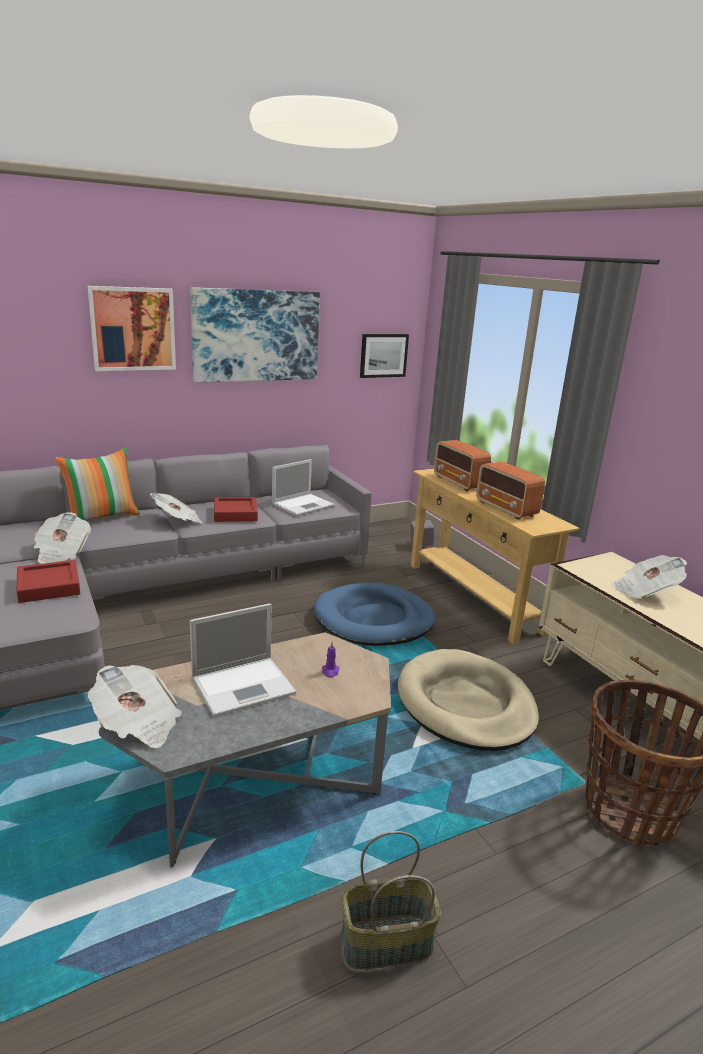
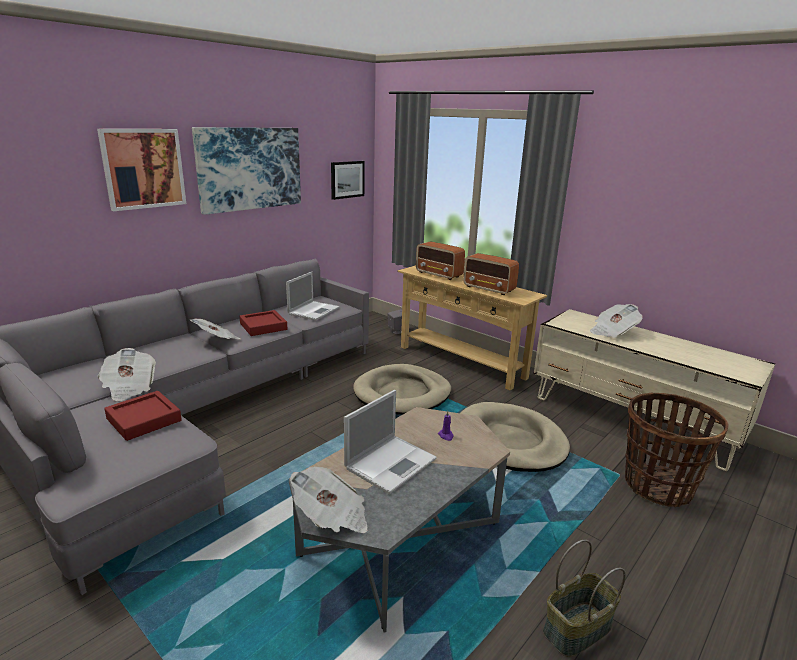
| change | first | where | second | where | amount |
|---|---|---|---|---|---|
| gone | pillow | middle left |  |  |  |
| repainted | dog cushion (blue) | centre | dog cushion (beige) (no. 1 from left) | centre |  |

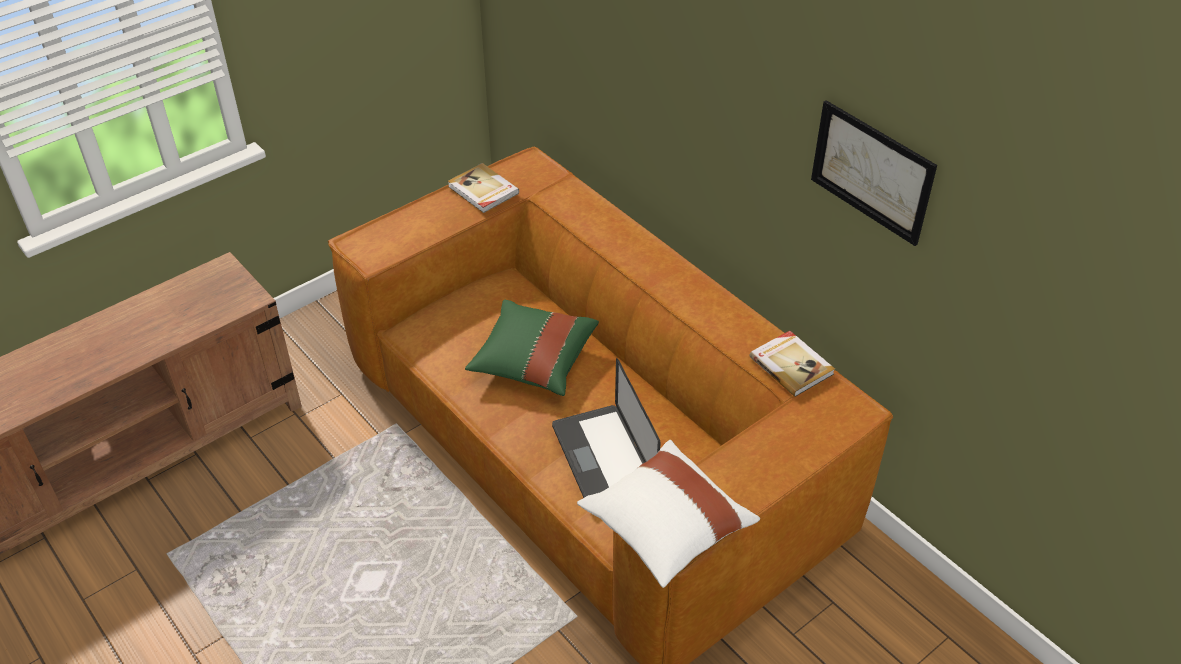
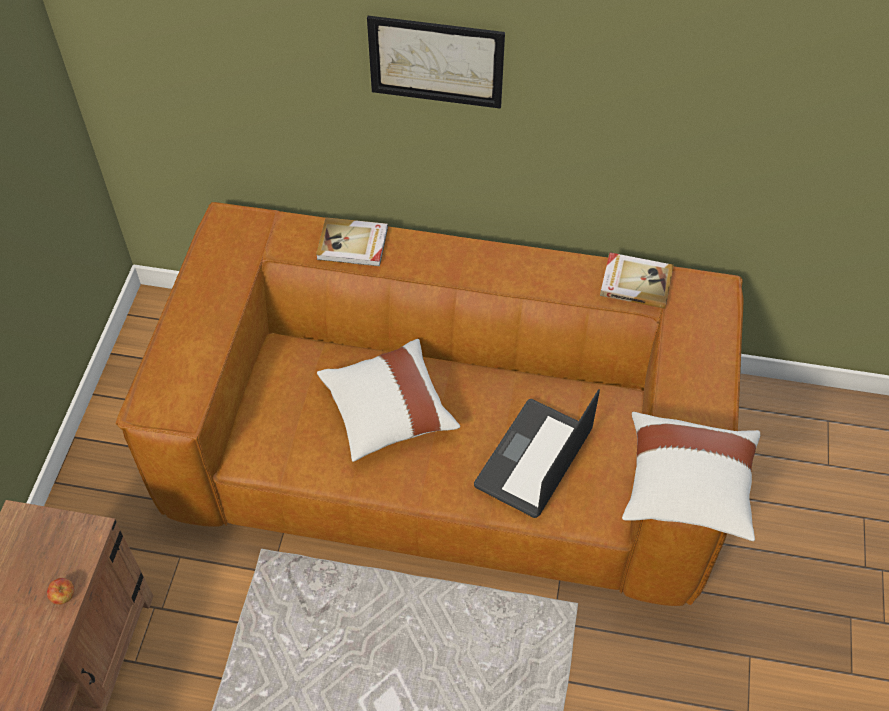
| change | first | where | second | where | amount |
|---|---|---|---|---|---|
| shifted | book (no. 1 from left) | top centre |  | centre |  |
| repainted | pillow (greenish) | centre | pillow (white-coloured) (no. 1 from left) | centre |  |
| rotated | laptop | centre |  | centre | 90 degrees clockwise |
| shifted | picture | top right |  | top centre |  |
| new |  |  | whole apple | bottom left |  |

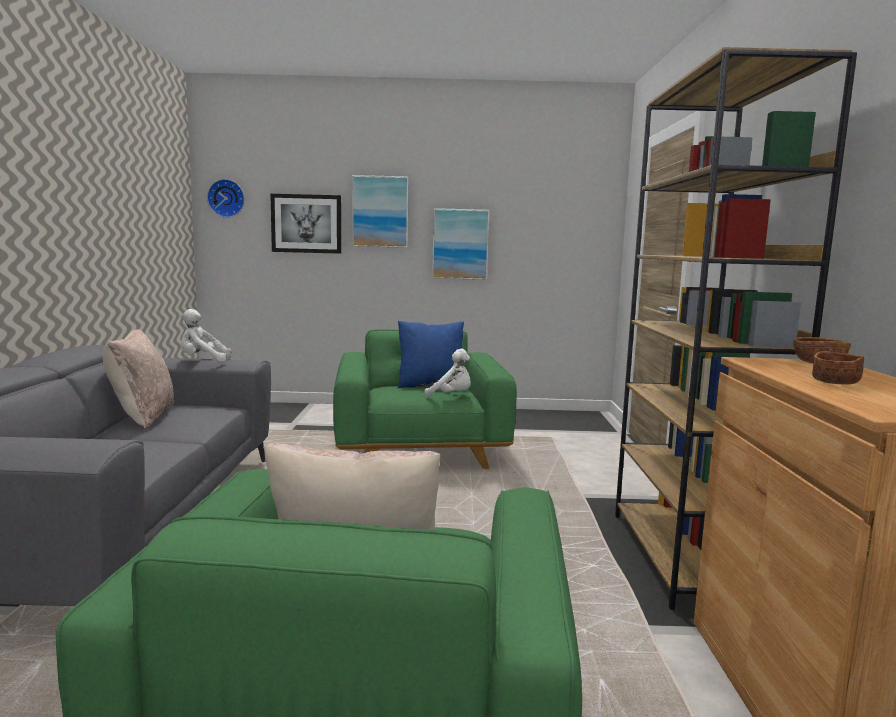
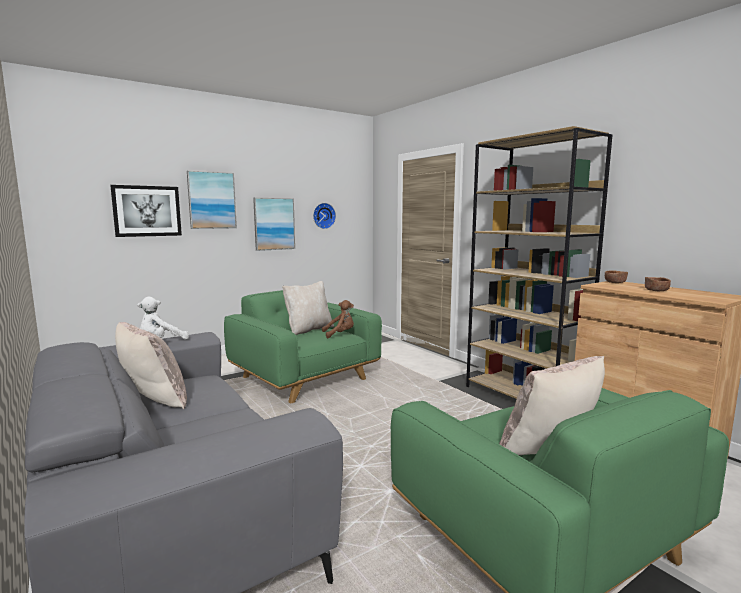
| change | first | where | second | where | amount |
|---|---|---|---|---|---|
| shifted | hanging clock | top left |  | centre |  |
| repainted | pillow (blue) | centre | pillow (beige) (no. 2 from left) | centre |  |
| repainted | cuddly toy (white-coloured) (no. 2 from left) | centre | cuddly toy (brownish) | centre |  |

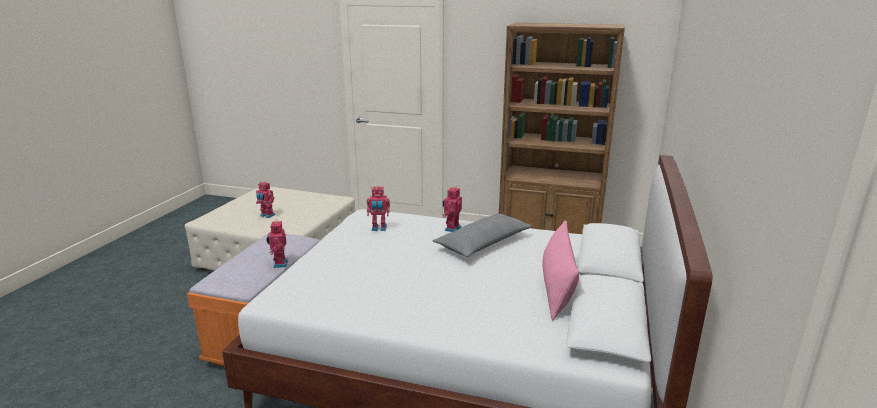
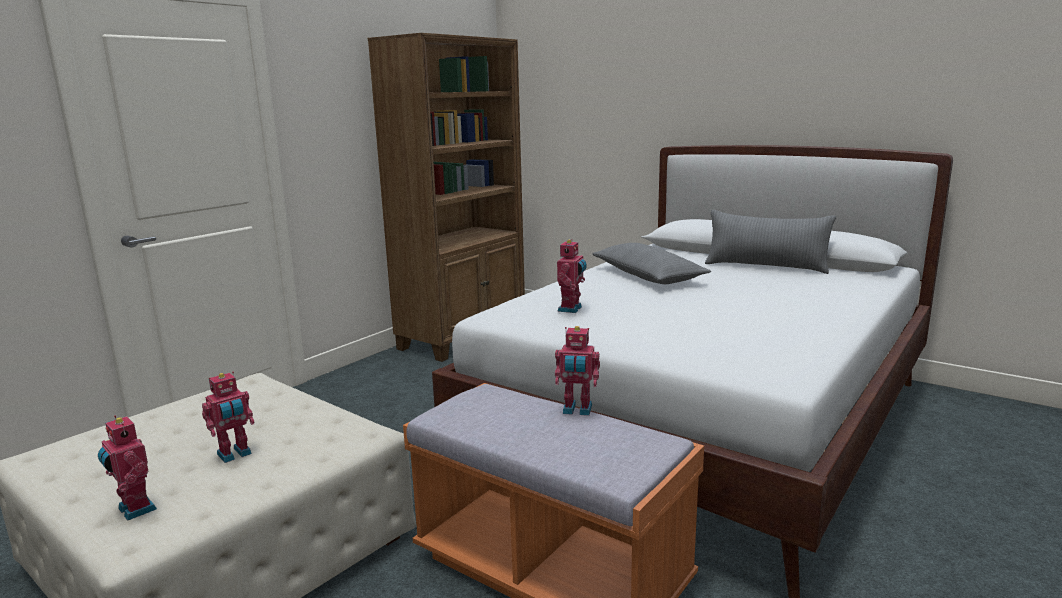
| change | first | where | second | where | amount |
|---|---|---|---|---|---|
| shifted | robot figure (no. 4 from left in the first image) | centre | robot figure (no. 1 from left) | bottom left |  |
| repainted | pillow (pink-coloured) | centre | pillow (greyish) (no. 2 from left) | middle right |  |

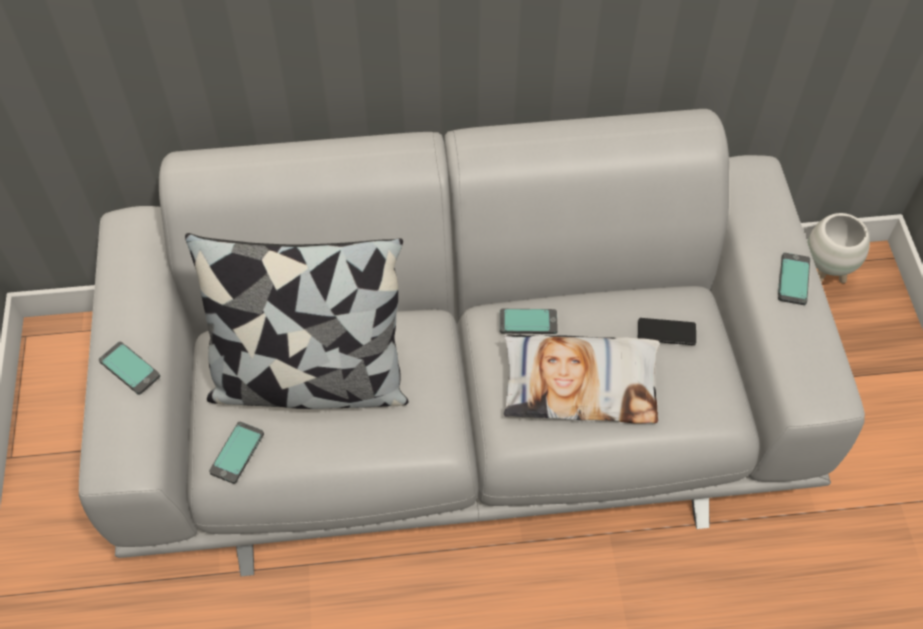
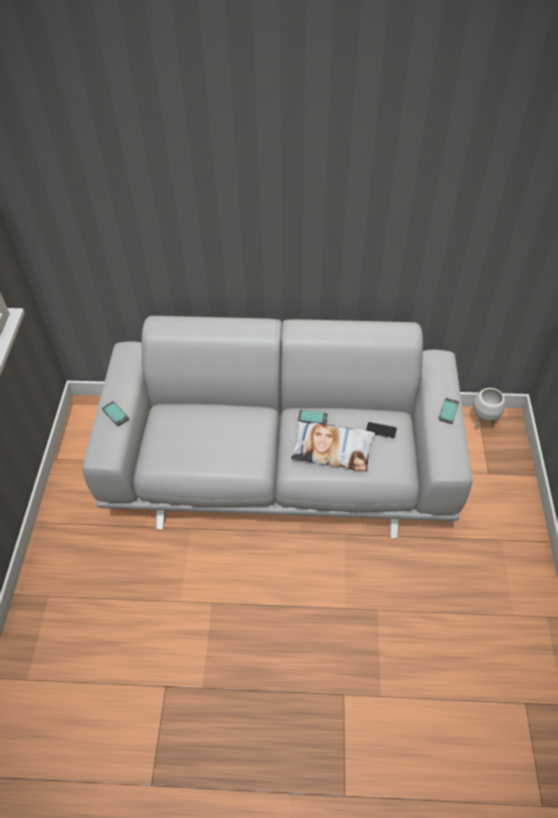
| change | first | where | second | where | amount |
|---|---|---|---|---|---|
| gone | pillow (no. 1 from left) | middle left |  |  |  |
| gone | phone (no. 2 from left) | bottom left |  |  |  |

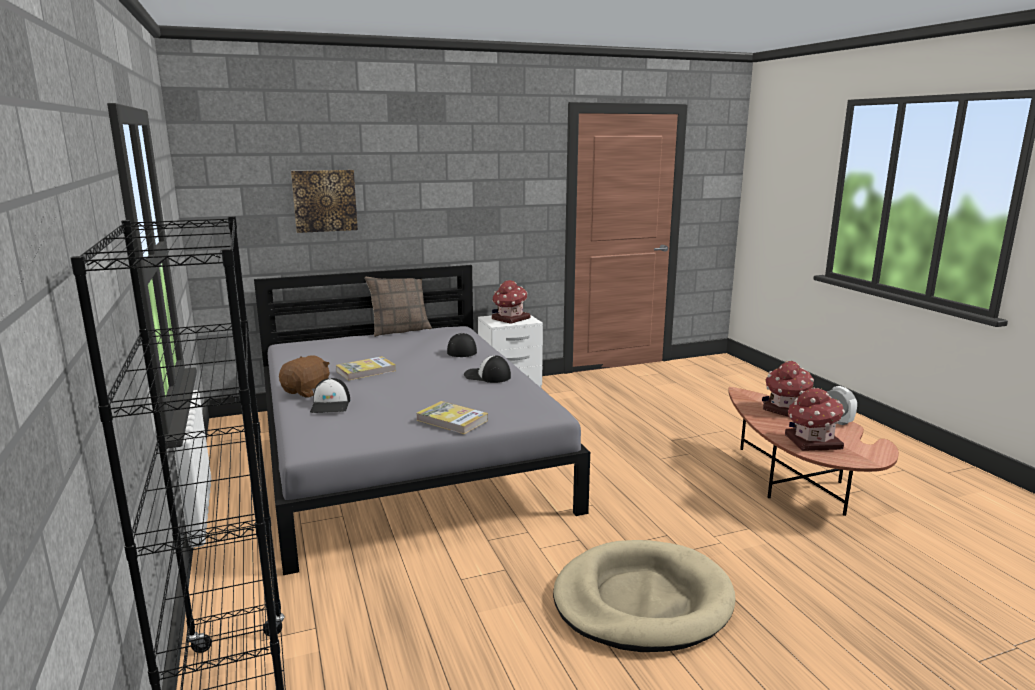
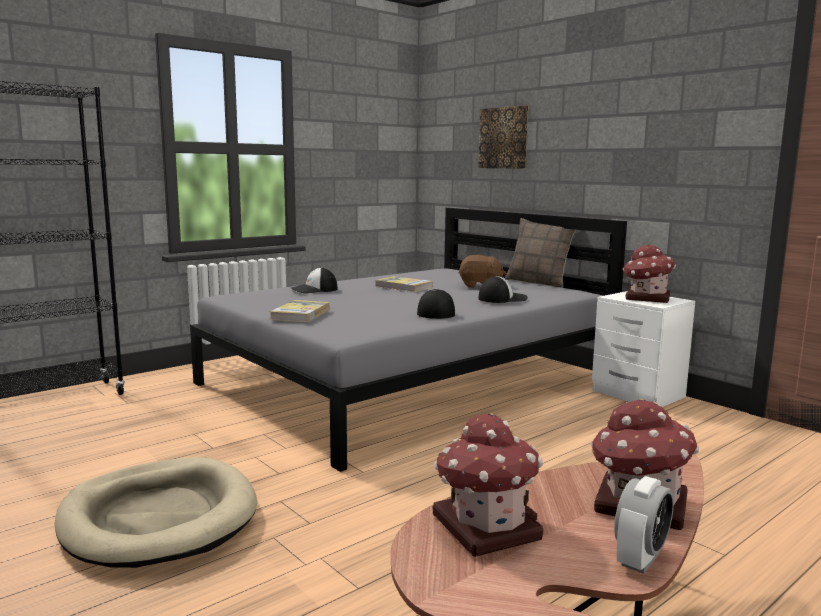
| change | first | where | second | where | amount |
|---|---|---|---|---|---|
| shifted | cuddly toy (brownish) | middle left |  | centre |  |

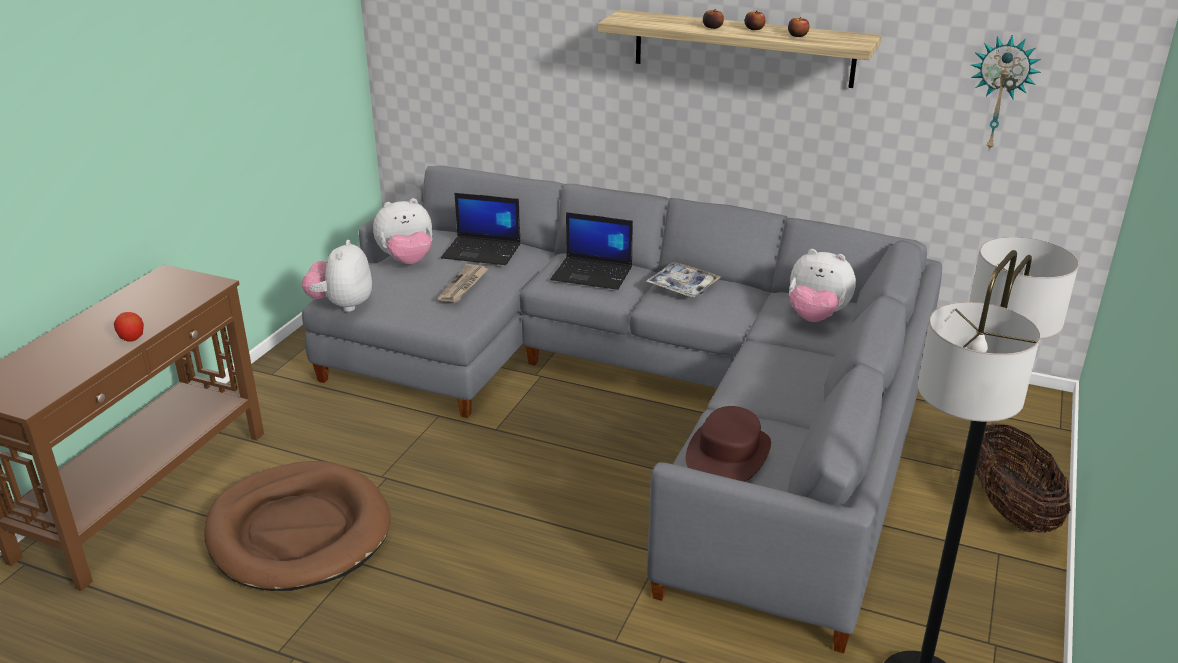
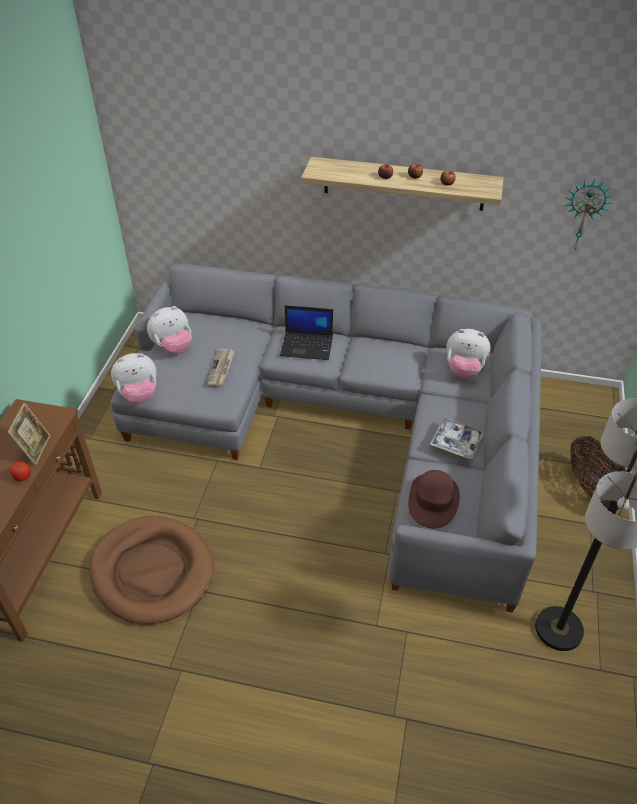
| change | first | where | second | where | amount |
|---|---|---|---|---|---|
| rotated | cuddly toy (no. 1 from left) | middle left |  | middle left | 105 degrees counterclockwise |
| gone | laptop (no. 1 from left) | centre |  |  |  |
| shifted | carrying tray | centre |  | middle right |  |
| new |  |  | standing frame | middle left |  |

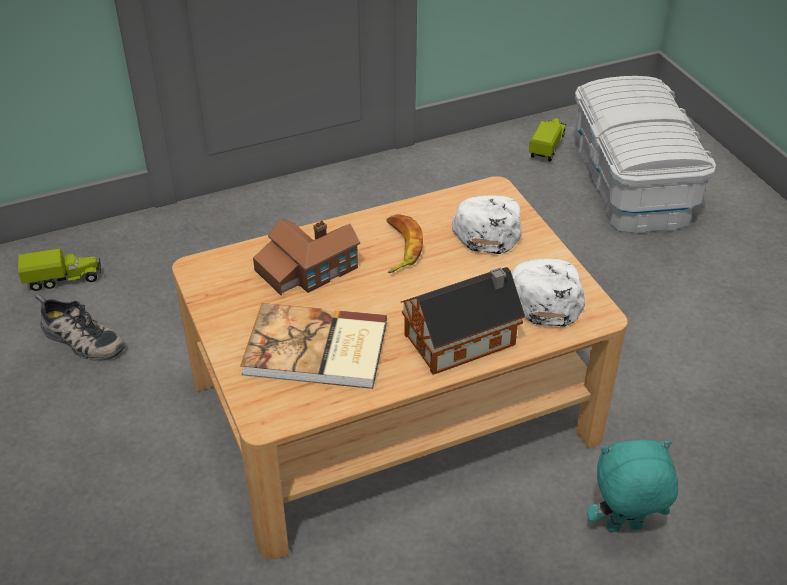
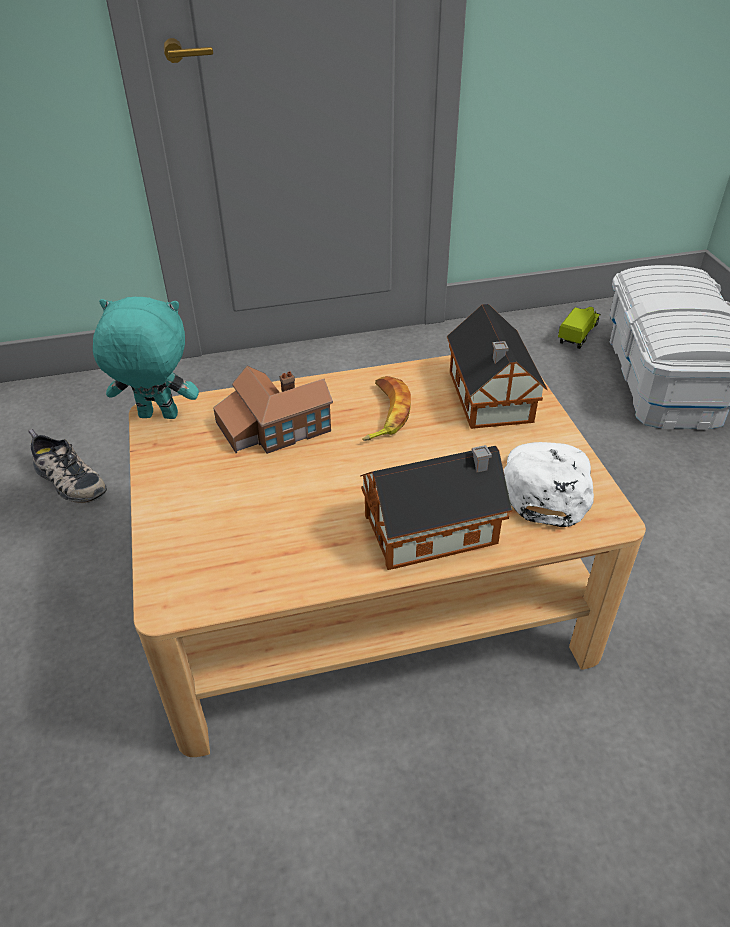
| change | first | where | second | where | amount |
|---|---|---|---|---|---|
| gone | toy truck (no. 1 from left) | middle left |  |  |  |
| gone | book | centre |  |  |  |
| swapped | cap (white-coloured) (no. 1 from left) | centre | miniature house (no. 3 from left) | middle right |  |
| shifted | cuddly toy (turquoise-coloured) | bottom right |  | middle left |  |

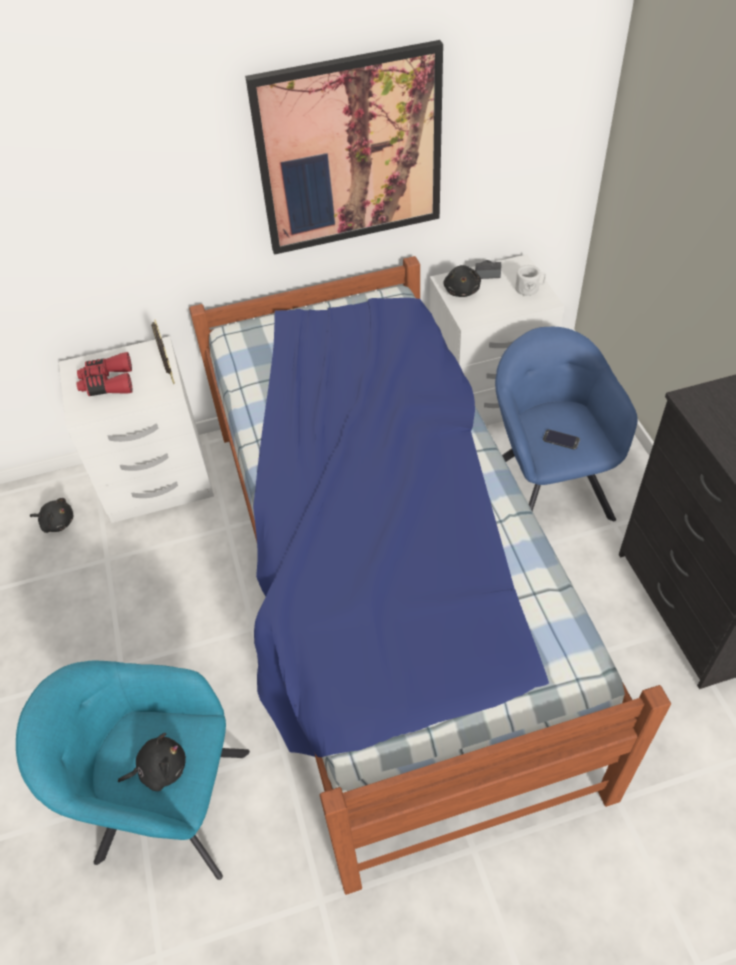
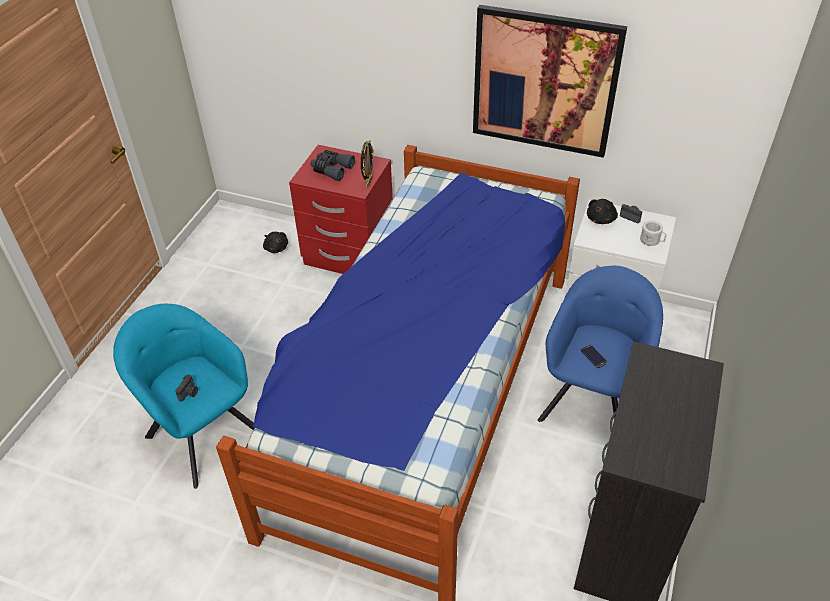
| change | first | where | second | where | amount |
|---|---|---|---|---|---|
| repainted | nightstand (white-coloured) (no. 1 from left) | middle left | nightstand (red-coloured) | centre |  |
| repainted | pair of binoculars (red-coloured) | middle left | pair of binoculars (greyish) | top centre |  |
| swapped | cuddly toy (blackish) (no. 2 from left) | bottom left | still camera (no. 1 from left) | middle left |  |

